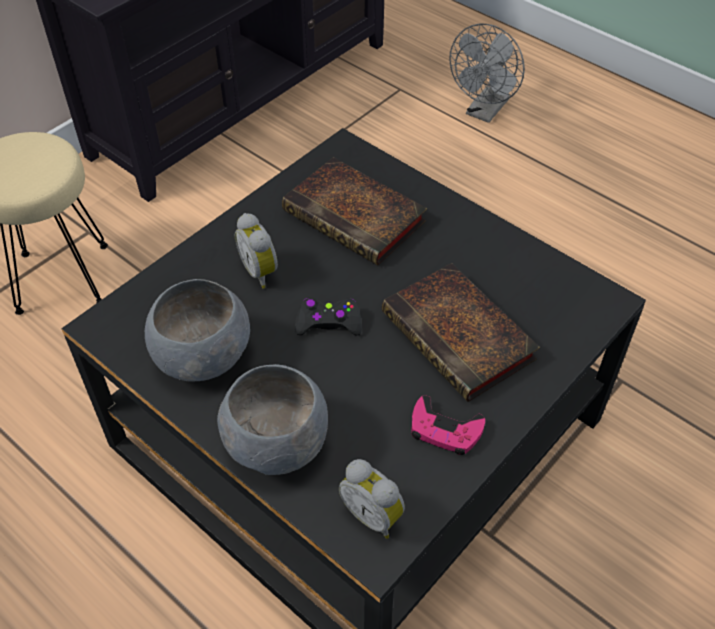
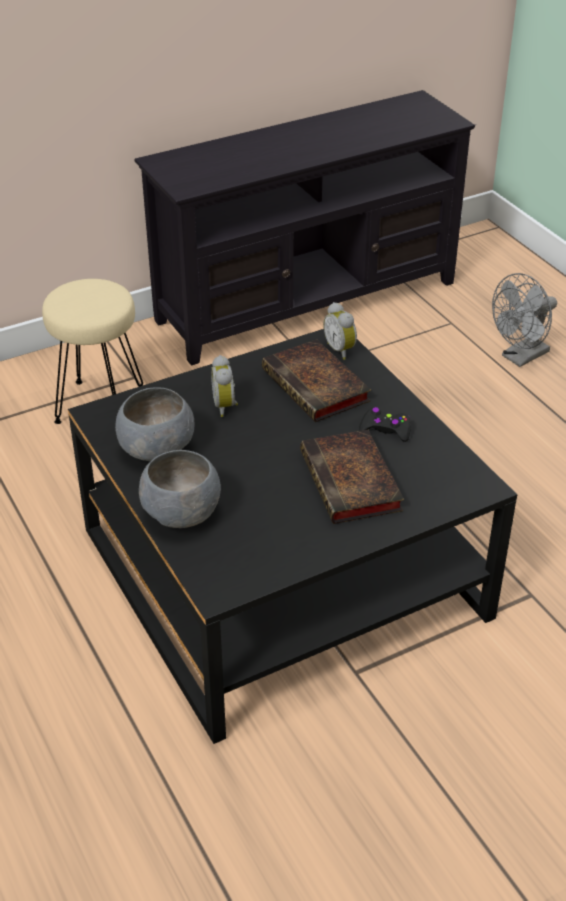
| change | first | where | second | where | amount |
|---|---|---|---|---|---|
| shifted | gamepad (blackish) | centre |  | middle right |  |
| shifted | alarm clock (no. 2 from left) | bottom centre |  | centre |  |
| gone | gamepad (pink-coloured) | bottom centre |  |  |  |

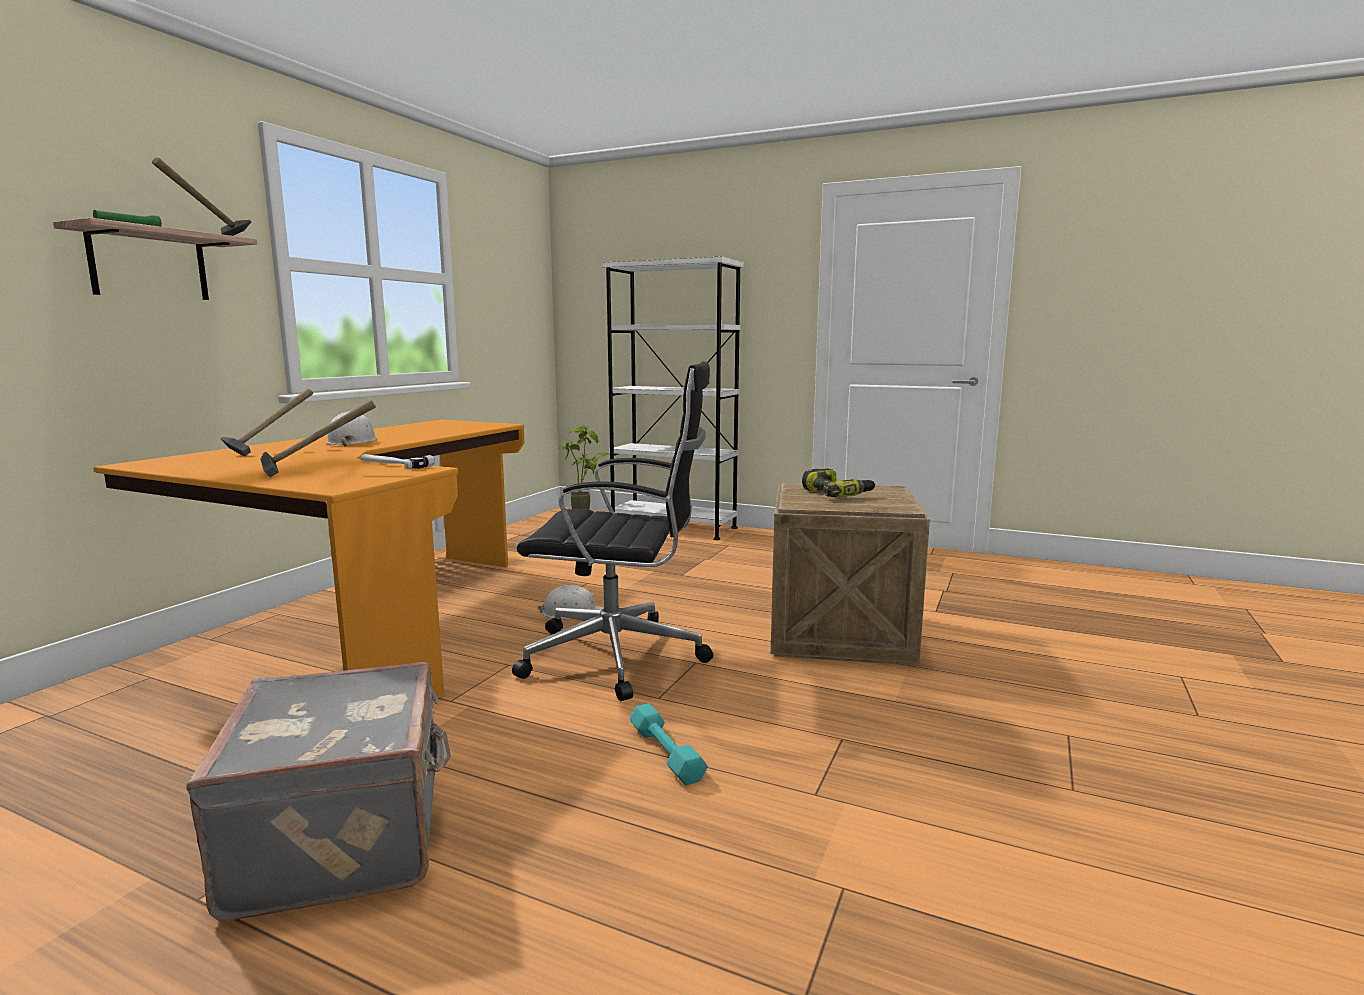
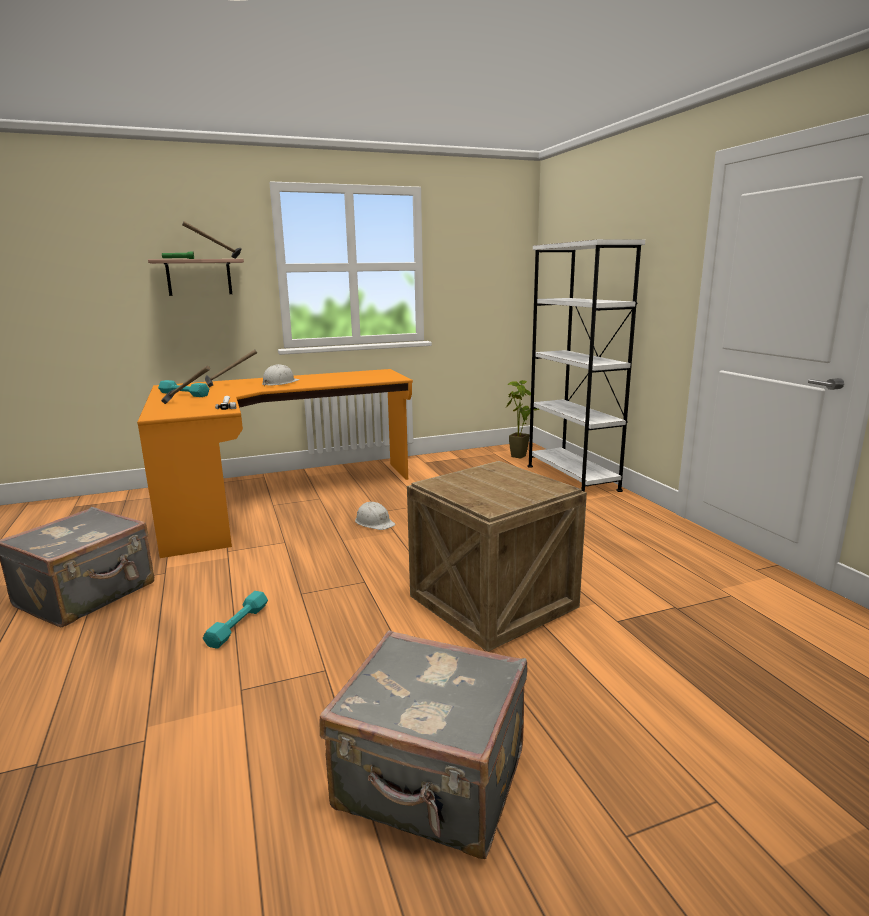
| change | first | where | second | where | amount |
|---|---|---|---|---|---|
| gone | office chair (blackish) | centre |  |  |  |
| gone | power drill | centre |  |  |  |
| new |  |  | hand weight (turquoise-coloured) (no. 1 from left) | middle left |  |
| new |  |  | travel case (greyish) (no. 2 from left) | bottom centre |  |

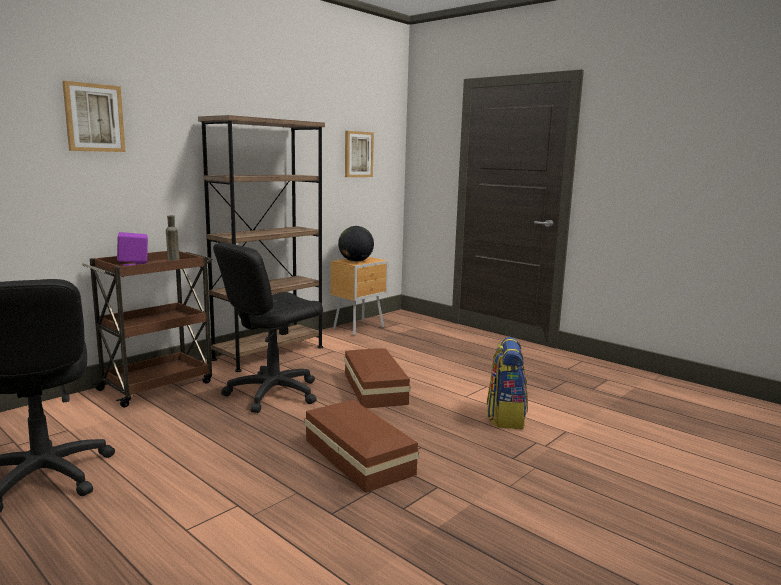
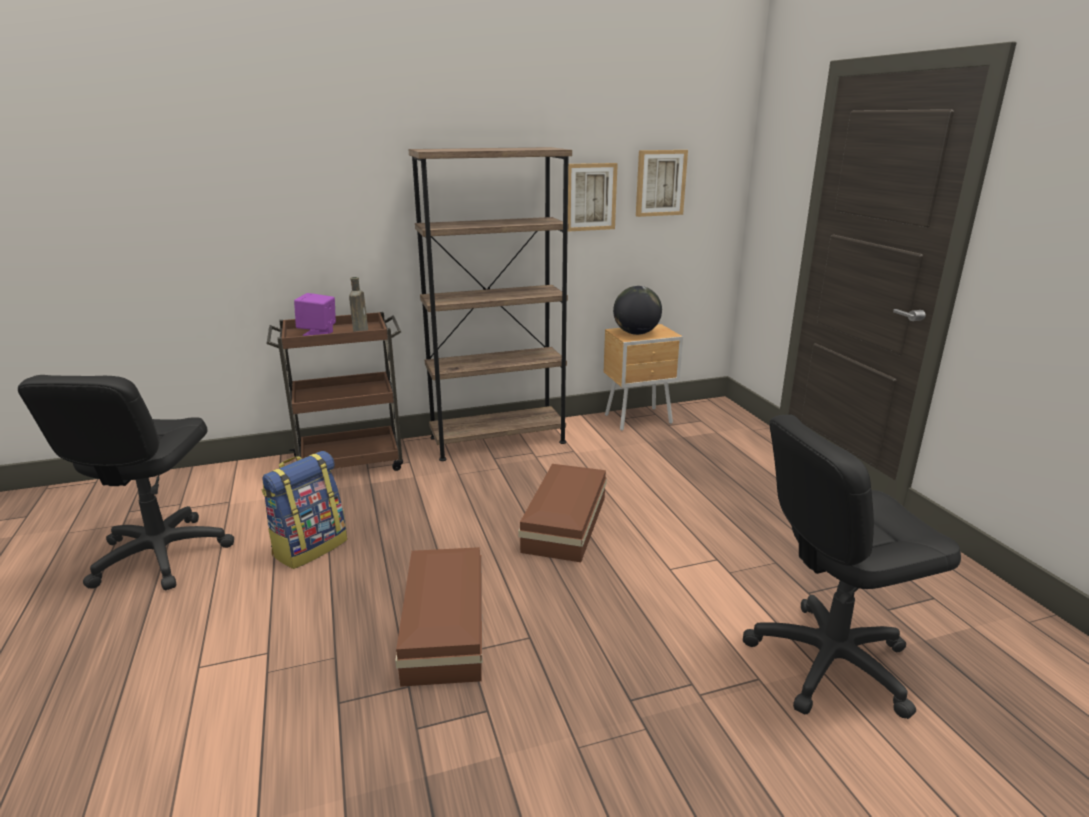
| change | first | where | second | where | amount |
|---|---|---|---|---|---|
| shifted | picture (no. 1 from left) | top left |  | top centre |  |
| shifted | office chair (blackish) (no. 2 from left) | centre |  | bottom right |  |
| shifted | knapsack | centre |  | middle left |  |

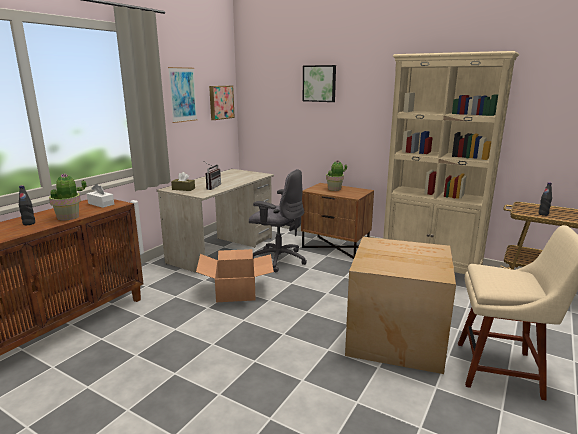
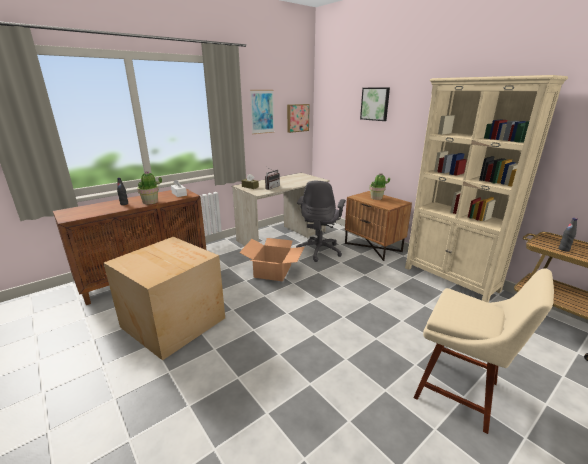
| change | first | where | second | where | amount |
|---|---|---|---|---|---|
| rotated | office chair (greyish) | centre |  | centre | 60 degrees clockwise |
| shifted | packing box (no. 2 from left in the first image) | bottom right | packing box (no. 1 from left) | middle left |  |

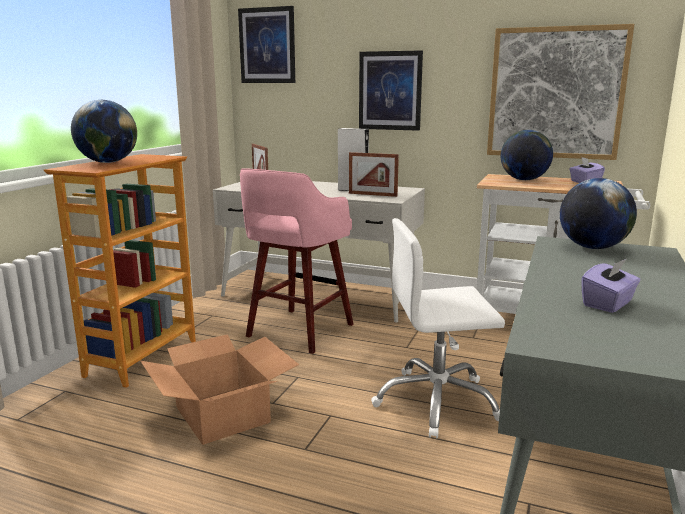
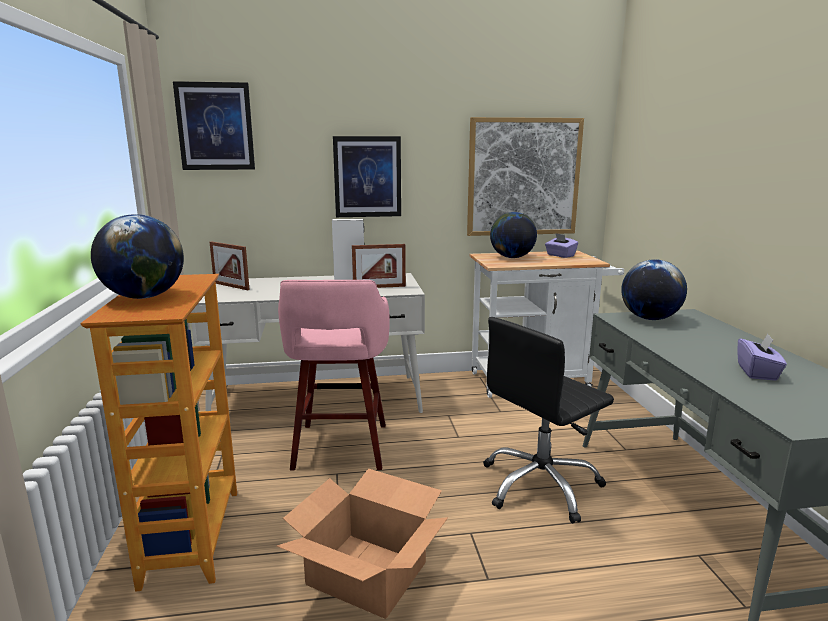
| change | first | where | second | where | amount |
|---|---|---|---|---|---|
| repainted | office chair (white-coloured) | centre | office chair (blackish) | bottom centre |  |

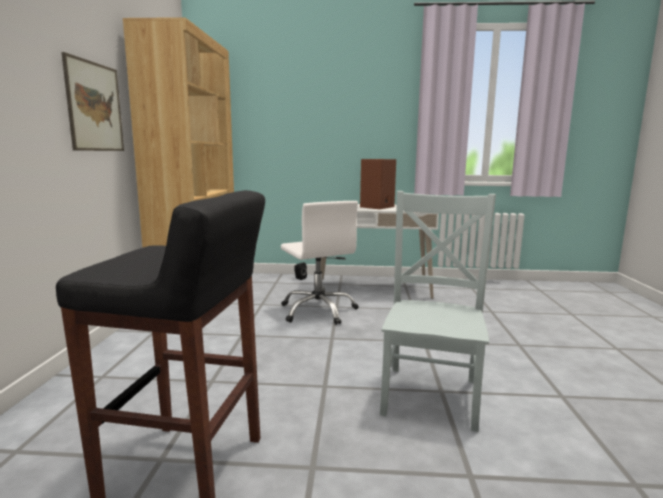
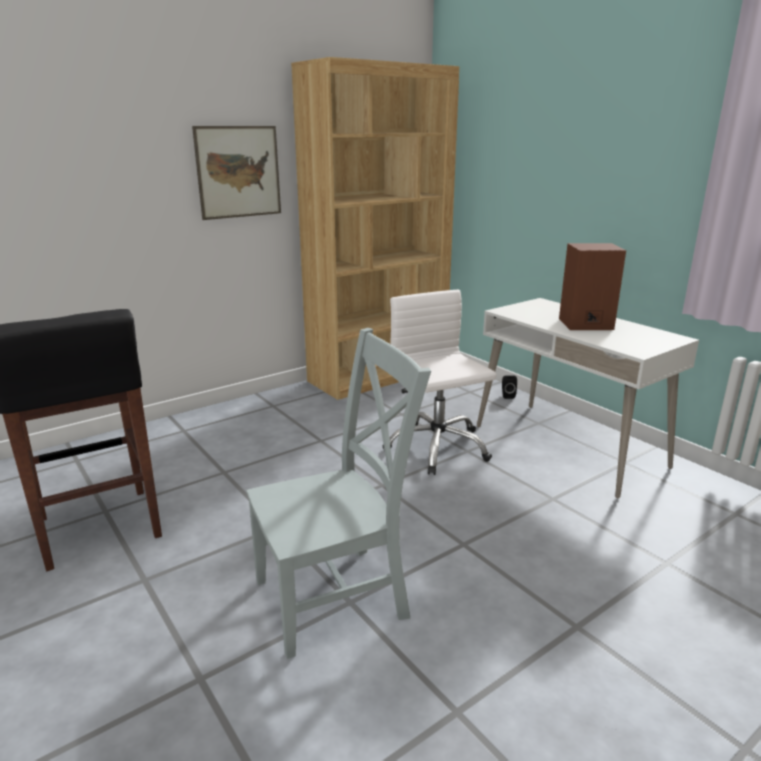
| change | first | where | second | where | amount |
|---|---|---|---|---|---|
| rotated | office chair (white-coloured) | centre |  | centre | 135 degrees clockwise |

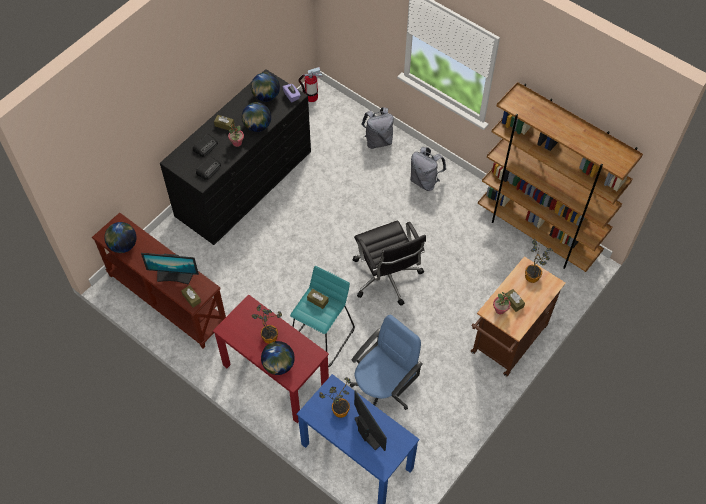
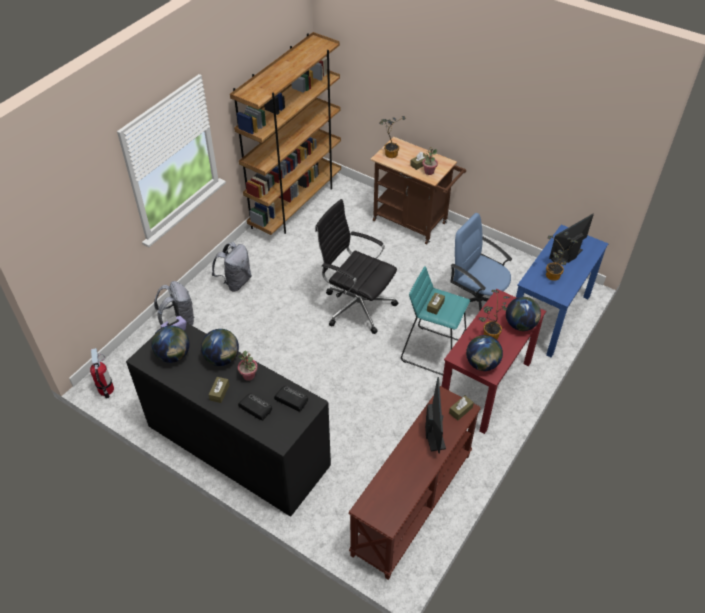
| change | first | where | second | where | amount |
|---|---|---|---|---|---|
| shifted | globe (no. 1 from left in the first image) | middle left | globe (no. 3 from left) | middle right |  |
| rotated | office chair (blackish) | centre |  | centre | 120 degrees counterclockwise |

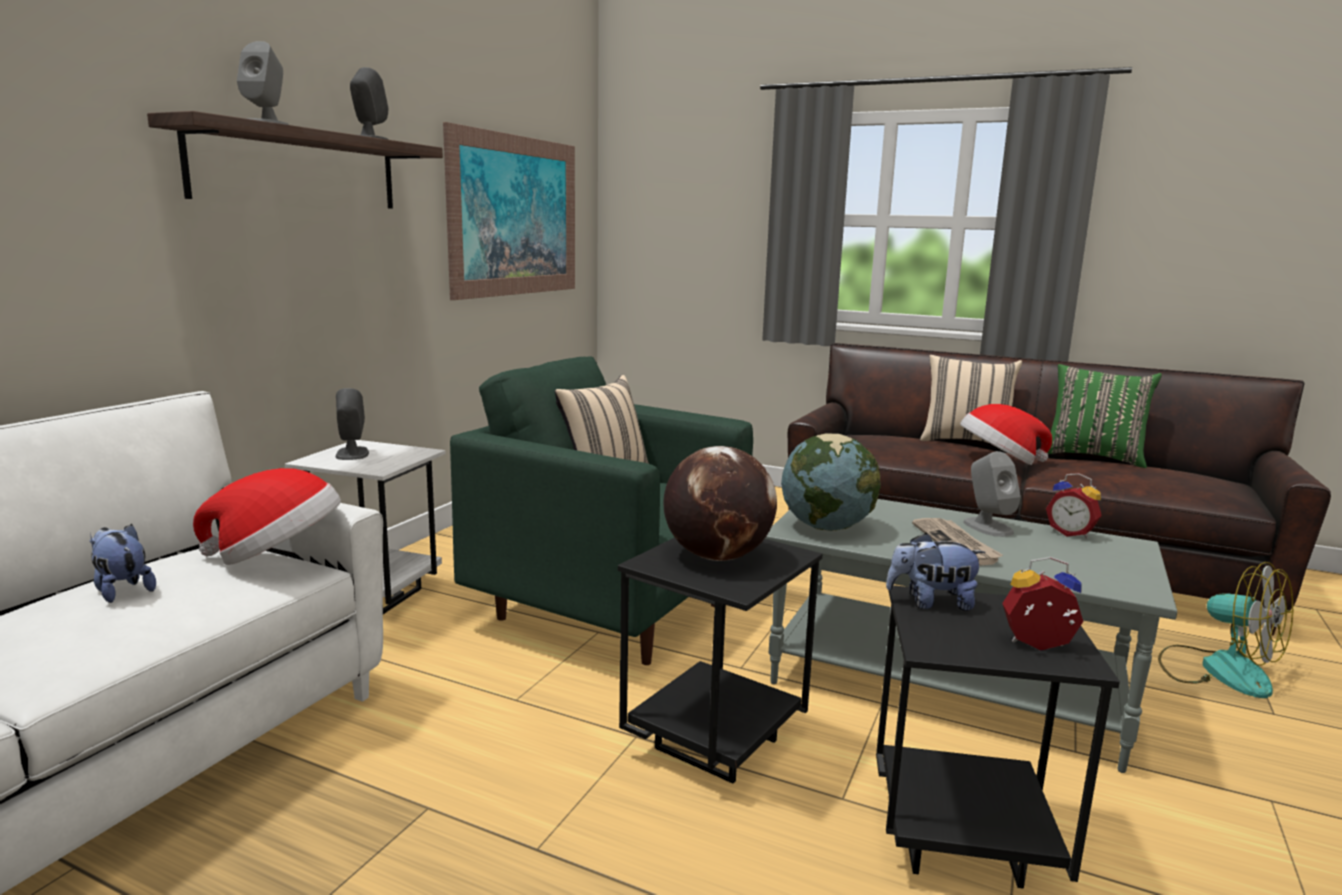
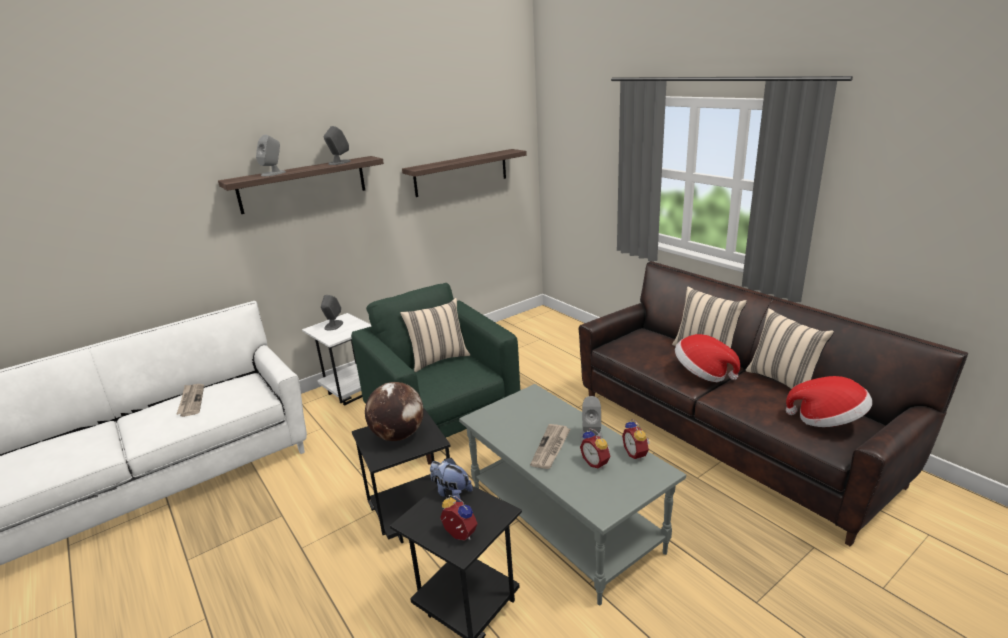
| change | first | where | second | where | amount |
|---|---|---|---|---|---|
| swapped | cuddly toy (no. 1 from left) | middle left | newspaper (no. 1 from left) | middle left |  |
| shifted | clothing hat (no. 1 from left in the first image) | middle left | clothing hat (no. 2 from left) | middle right |  |
| swapped | picture | top centre | wall shelf (no. 2 from left) | top centre |  |
| gone | globe (no. 2 from left) | centre |  |  |  |
| repainted | pillow (greenish) | middle right | pillow (beige) (no. 3 from left) | middle right |  |
| gone | cooling fan | bottom right |  |  |  |
| new |  |  | alarm clock (no. 2 from left) | bottom centre |  |

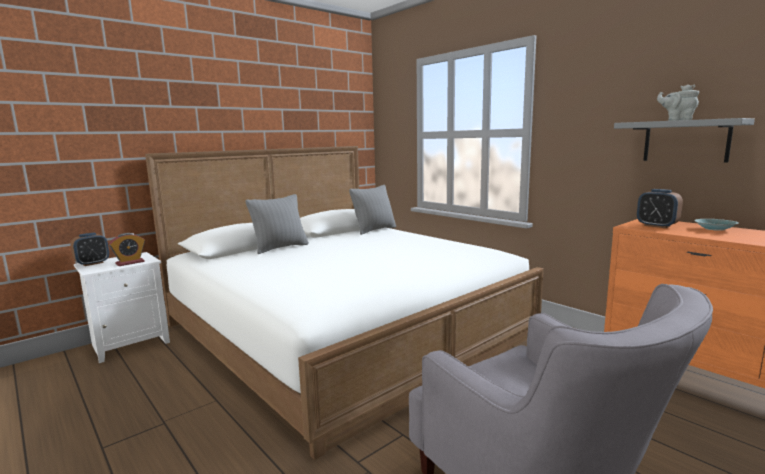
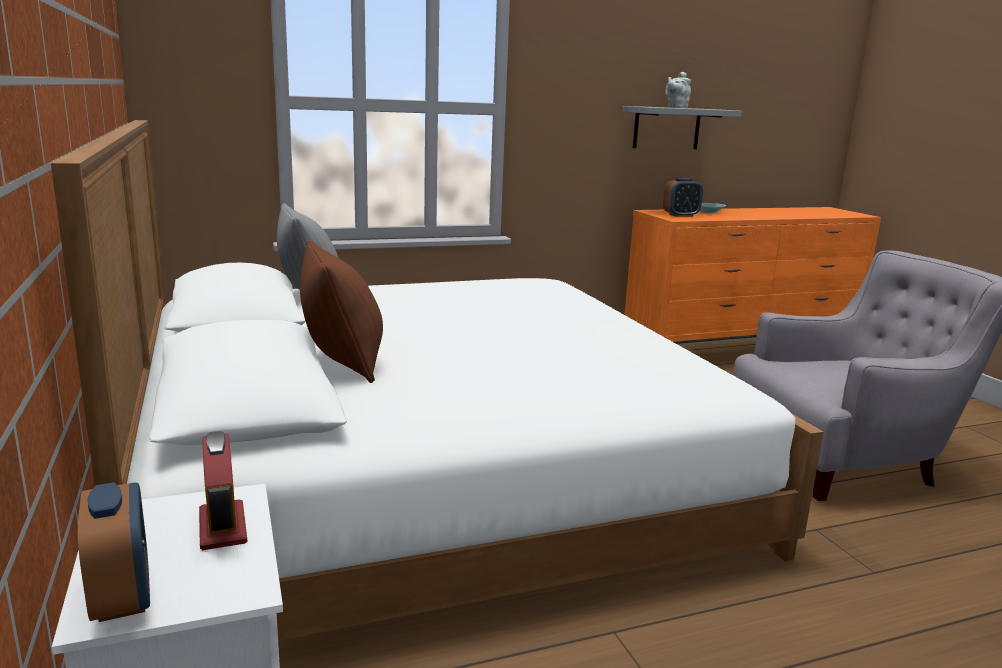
| change | first | where | second | where | amount |
|---|---|---|---|---|---|
| repainted | pillow (greyish) (no. 1 from left) | centre | pillow (brownish) | centre |  |

